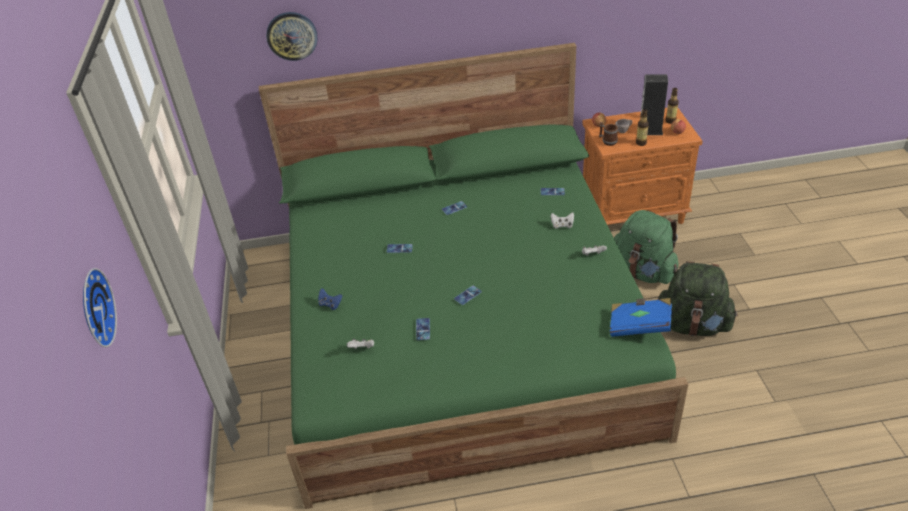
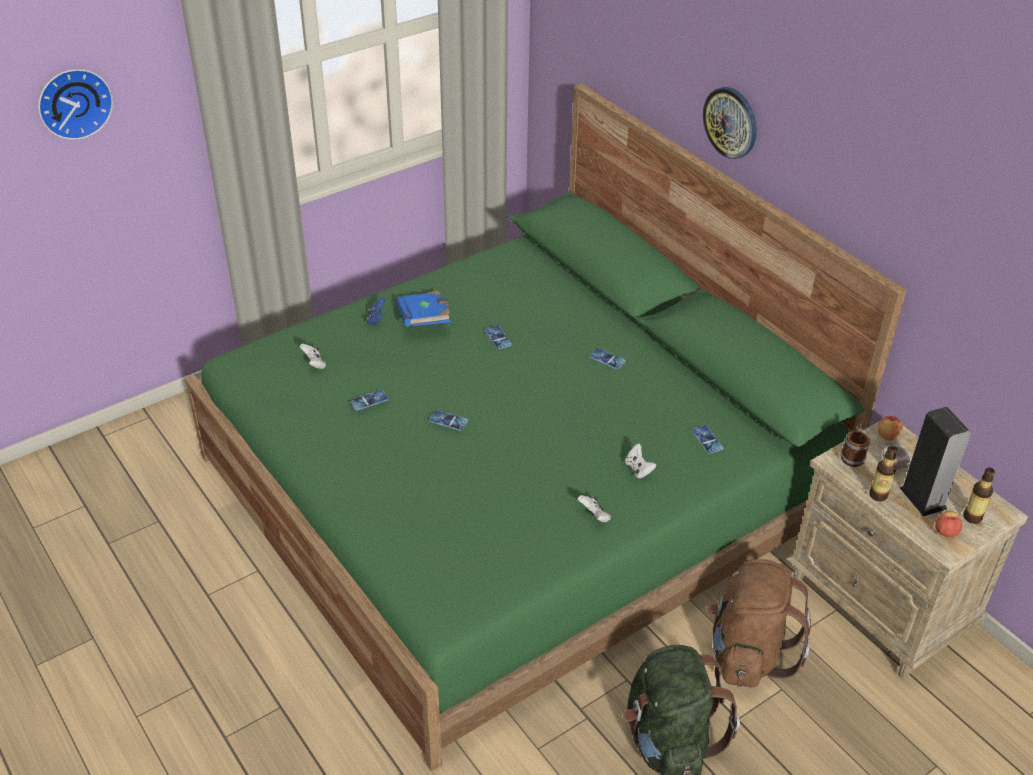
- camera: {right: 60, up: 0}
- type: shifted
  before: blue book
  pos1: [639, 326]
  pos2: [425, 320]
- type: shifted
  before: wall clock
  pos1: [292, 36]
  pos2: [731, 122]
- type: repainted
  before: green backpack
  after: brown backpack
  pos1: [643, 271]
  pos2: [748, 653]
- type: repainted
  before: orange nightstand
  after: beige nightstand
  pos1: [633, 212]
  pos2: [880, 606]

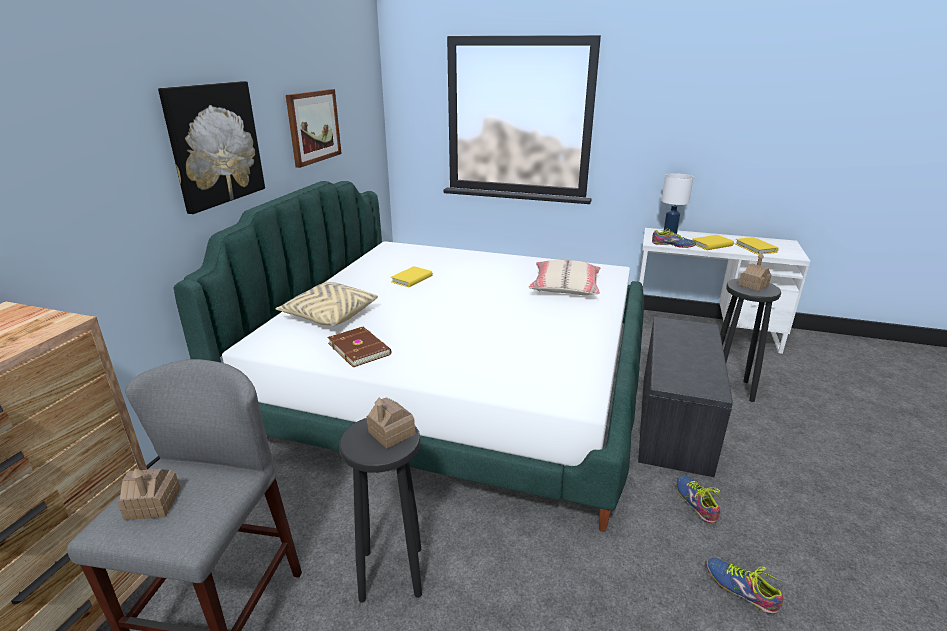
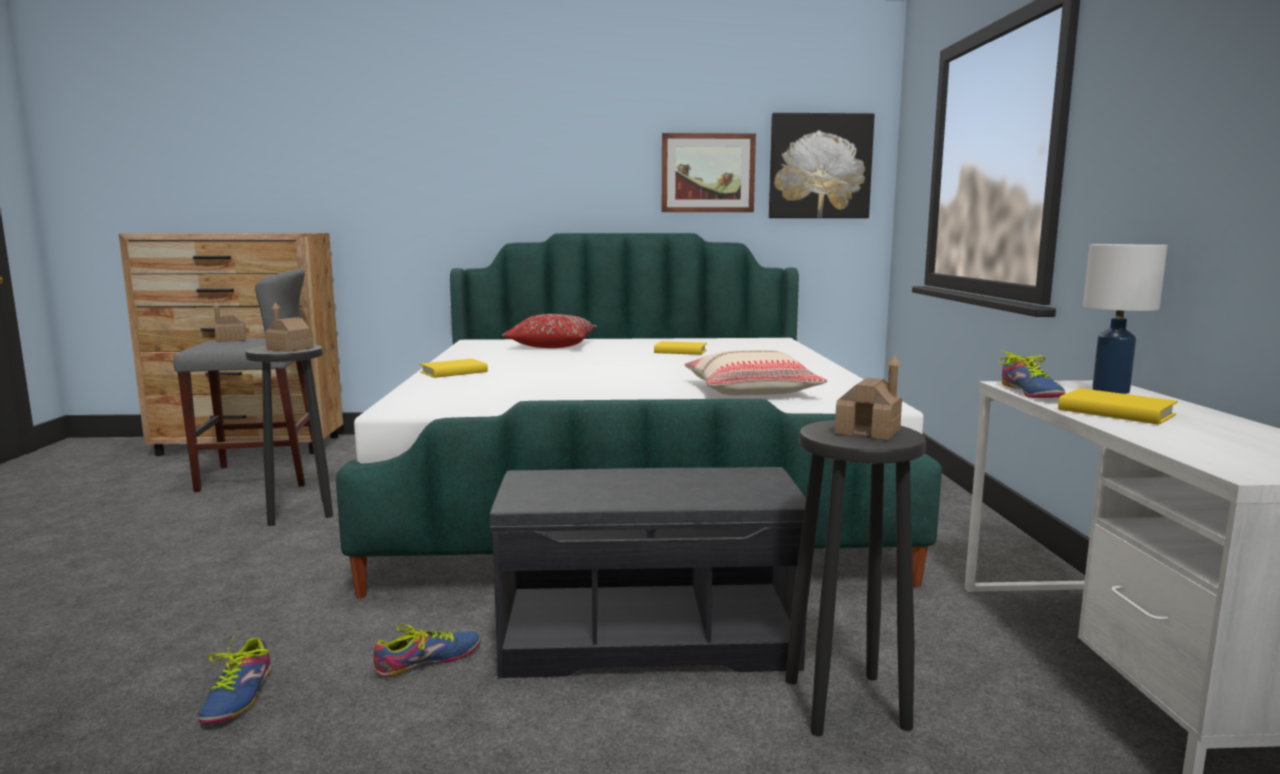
- camera: {right: 70, up: -15}
- type: rotated
  before: shoe
  pos1: [741, 589]
  pos2: [238, 696]
  turn: 150
- type: shifted
  before: yellow book
  pos1: [755, 248]
  pos2: [454, 372]
- type: repainted
  before: beige pillow
  after: red pillow
  pos1: [329, 315]
  pos2: [552, 346]
- type: shifted
  before: picture
  pos1: [214, 144]
  pos2: [819, 166]
- type: gone
  before: brown book
  pos1: [360, 348]

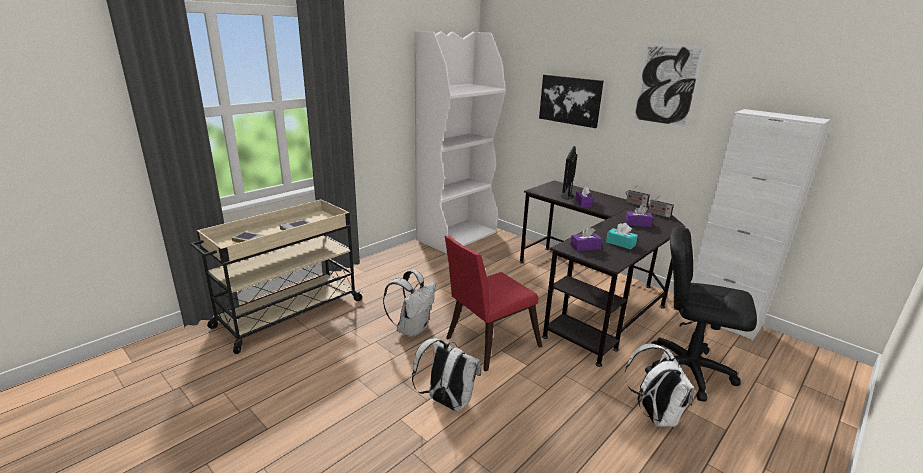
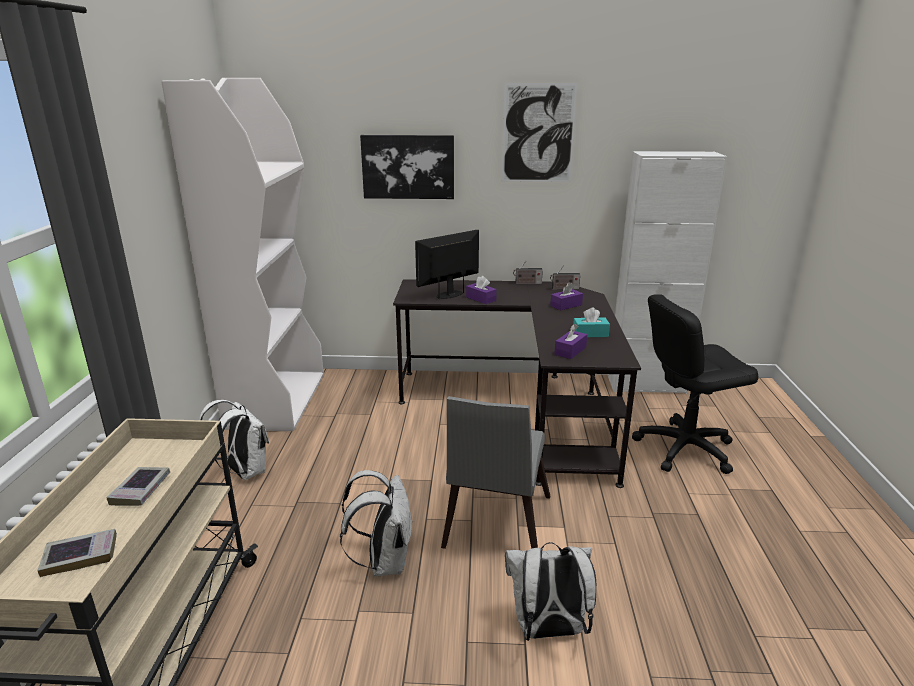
- camera: {right: -40, up: 0}
- type: shifted
  before: white backpack
  pos1: [654, 415]
  pos2: [244, 472]
- type: rotated
  before: monitor
  pos1: [567, 195]
  pos2: [449, 294]
  turn: 75
- type: repainted
  before: red chair
  after: grey chair
  pos1: [487, 343]
  pos2: [494, 526]

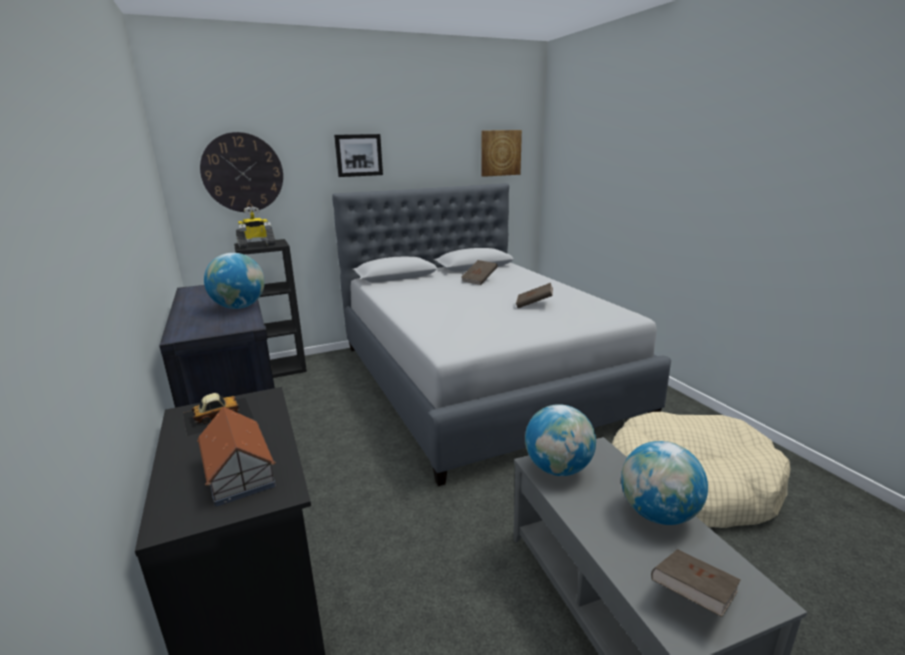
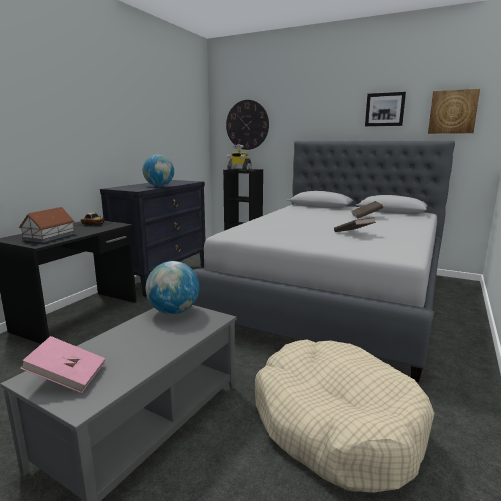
- camera: {right: 50, up: -5}
- type: repainted
  before: brown book
  after: pink book
  pos1: [692, 595]
  pos2: [67, 377]
- type: shifted
  before: picture
  pos1: [358, 155]
  pos2: [385, 109]
- type: gone
  before: globe
  pos1: [658, 514]

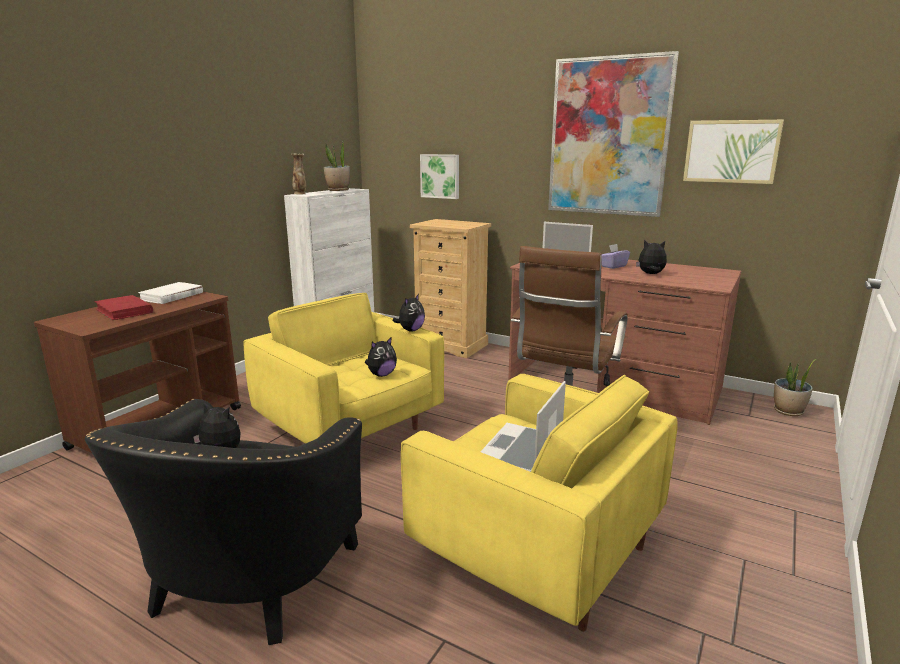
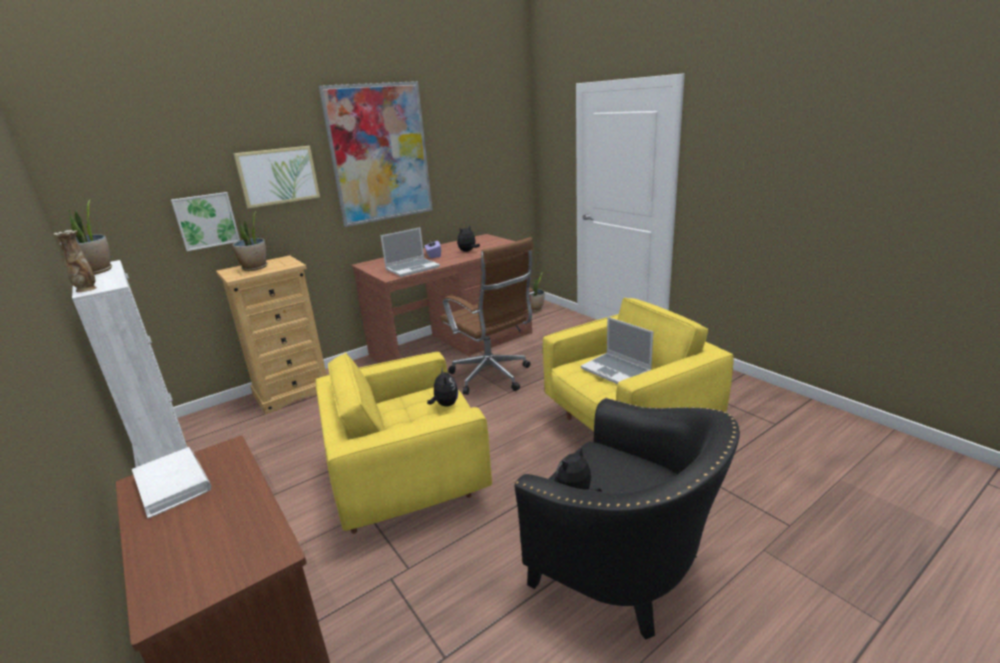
- camera: {right: -65, up: 5}
- type: new
  after: potted plant
  pos2: [255, 268]
- type: shifted
  before: picture
  pos1: [731, 151]
  pos2: [278, 176]
- type: gone
  before: red book
  pos1: [124, 311]
- type: gone
  before: plush toy
  pos1: [410, 330]

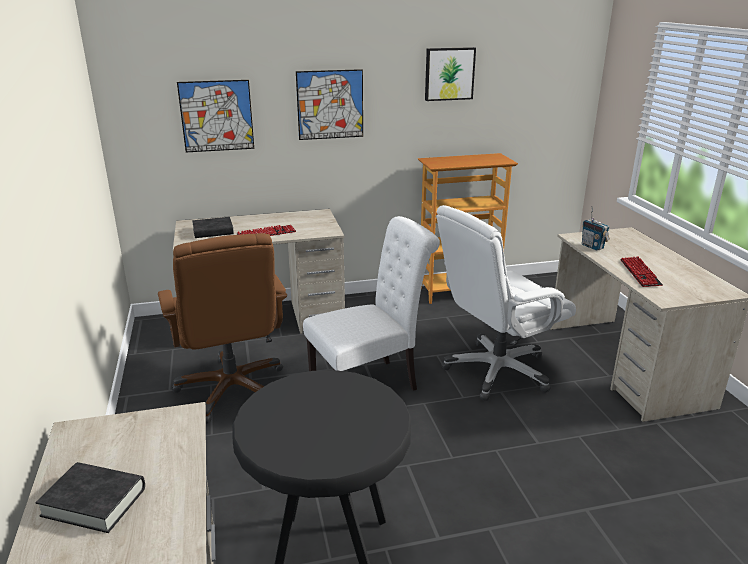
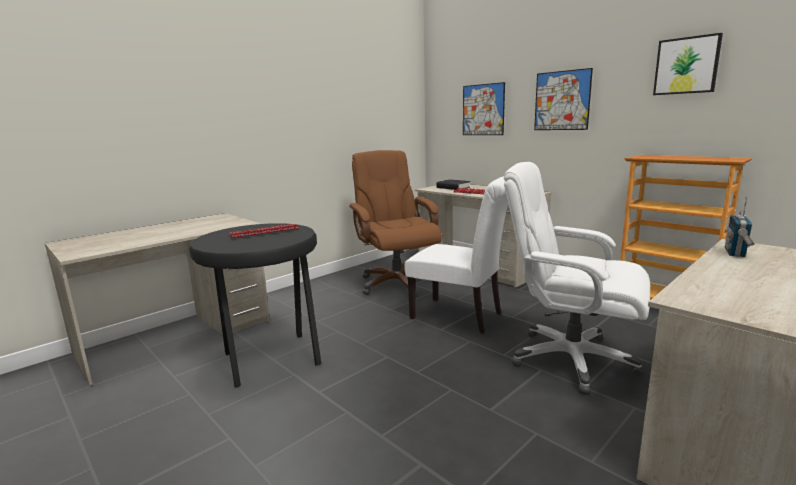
- camera: {right: 60, up: -10}
- type: shifted
  before: keyboard
  pos1: [640, 273]
  pos2: [264, 233]
- type: rotated
  before: brown office chair
  pos1: [232, 389]
  pos2: [396, 283]
  turn: 120
- type: gone
  before: black book
  pos1: [94, 502]

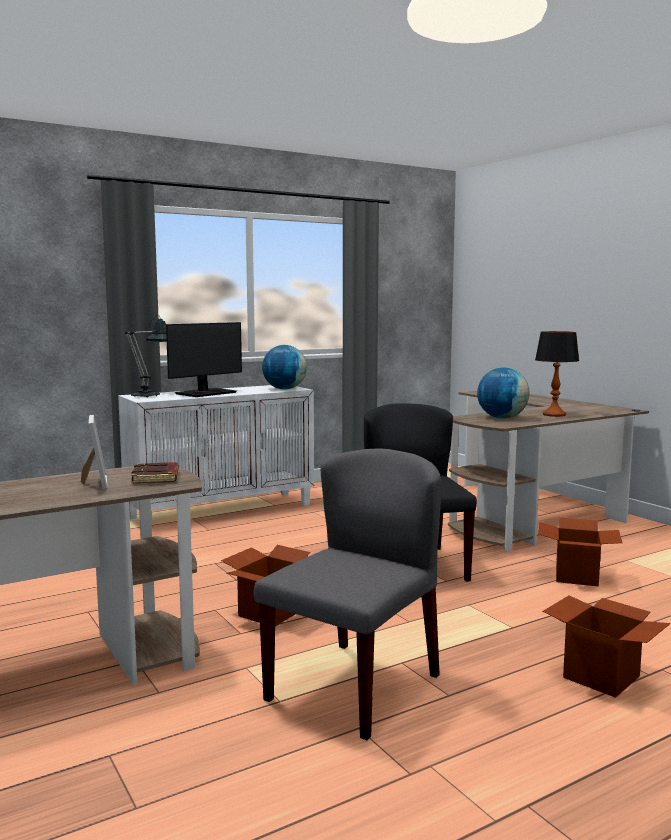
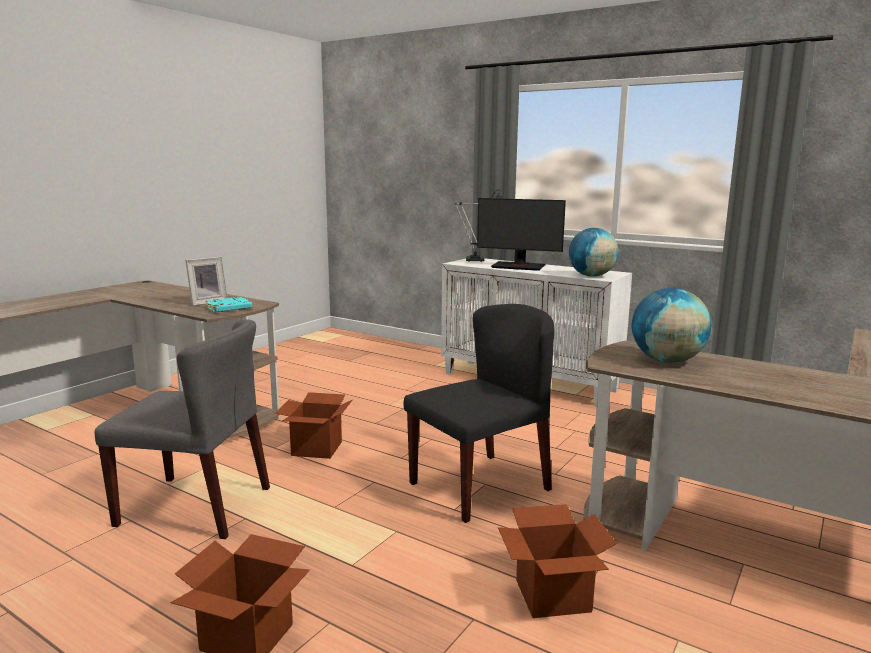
- camera: {right: 65, up: 5}
- type: repainted
  before: brown book
  after: turquoise book
  pos1: [156, 478]
  pos2: [228, 308]
- type: gone
  before: table lamp
  pos1: [554, 415]

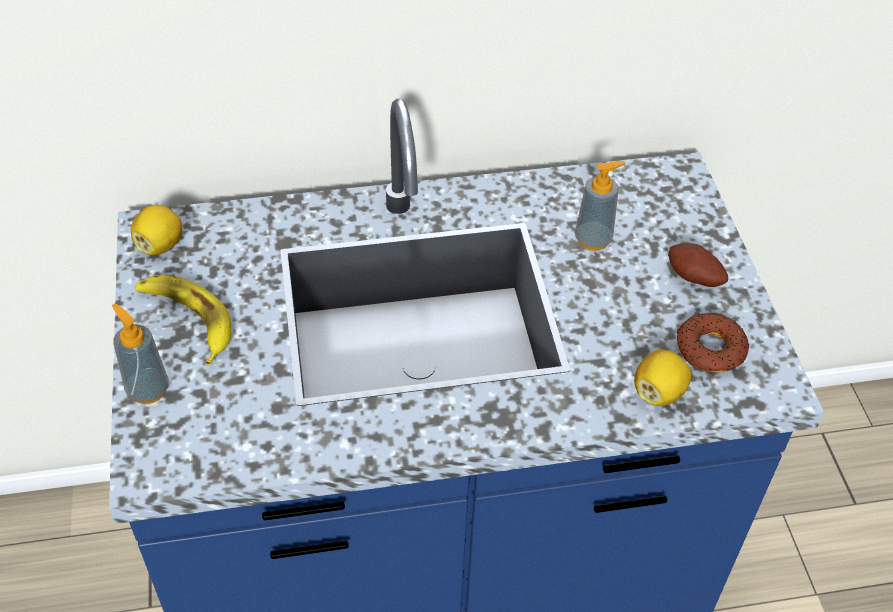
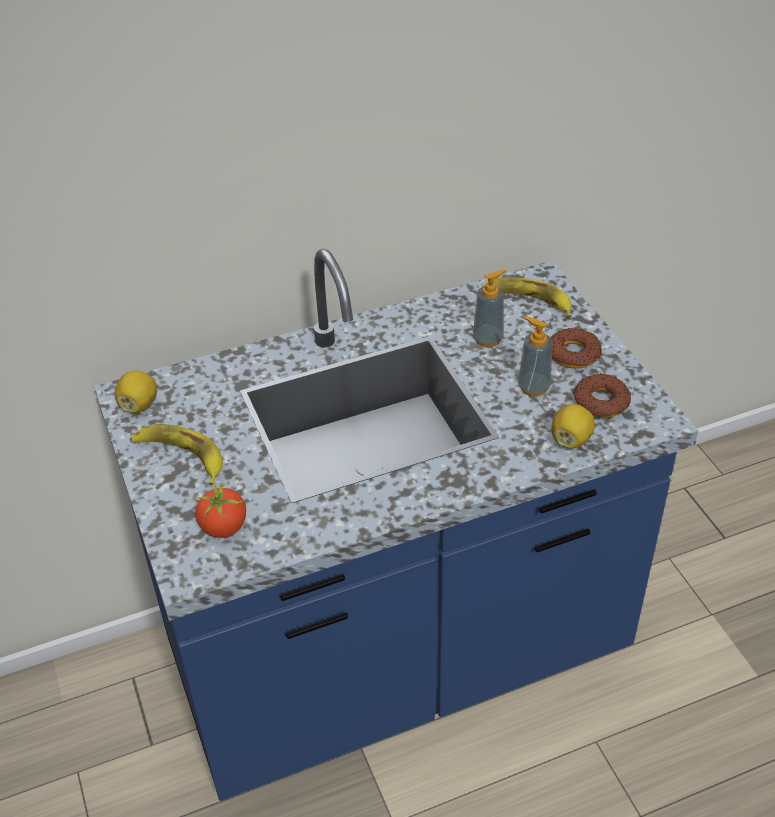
- camera: {right: -10, up: -5}
- type: new
  after: tomato
  pos2: [224, 527]
- type: new
  after: banana
  pos2: [526, 301]
- type: shifted
  before: soap dispenser
  pos1: [148, 390]
  pos2: [533, 387]
- type: swapped
  before: potato
  after: donut
  pos1: [693, 279]
  pos2: [573, 354]

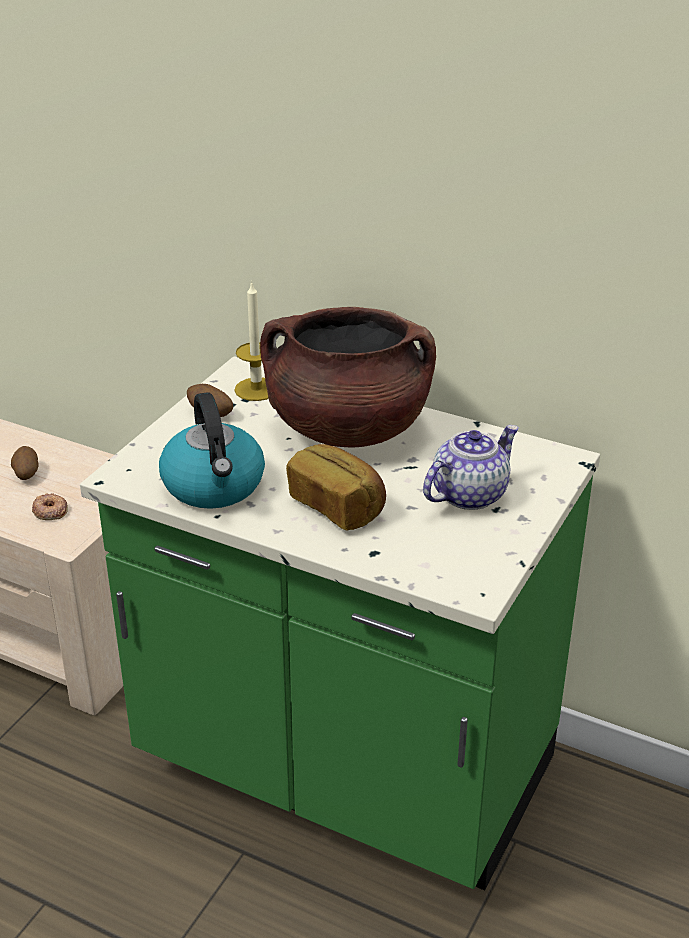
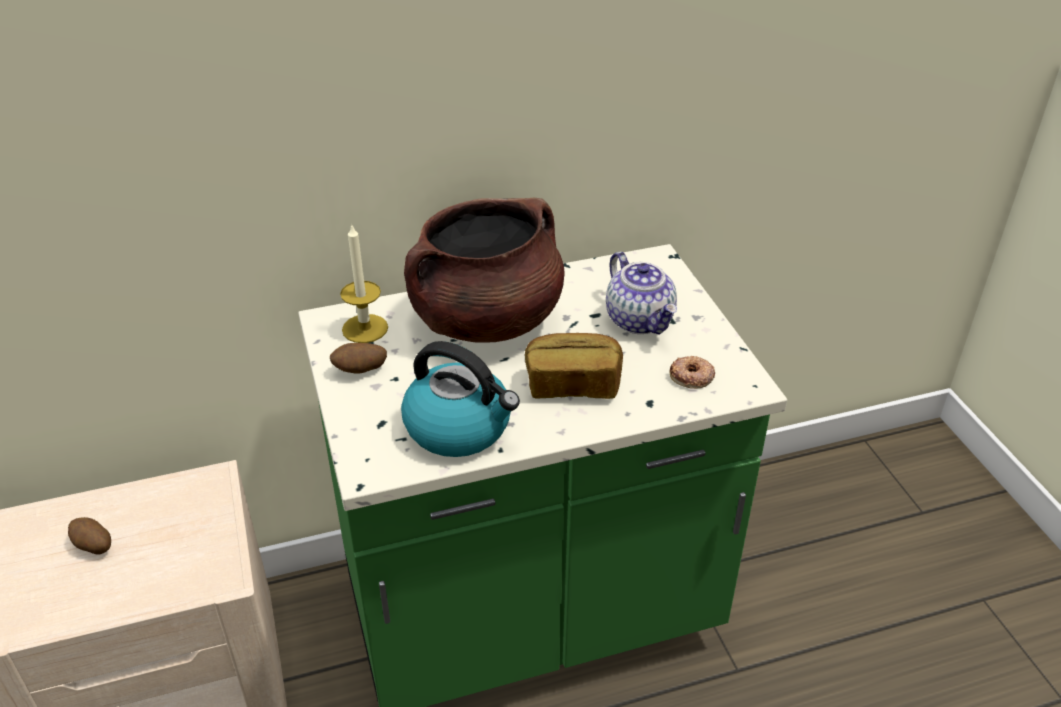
- camera: {right: -45, up: 5}
- type: rotated
  before: teapot
  pos1: [469, 494]
  pos2: [640, 320]
  turn: 150
- type: shifted
  before: donut
  pos1: [50, 511]
  pos2: [692, 376]

